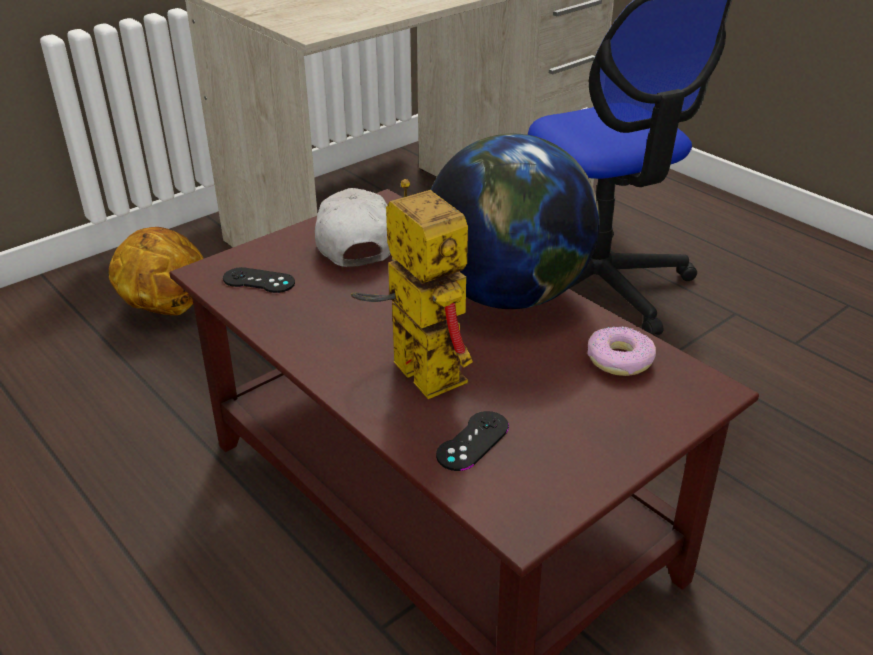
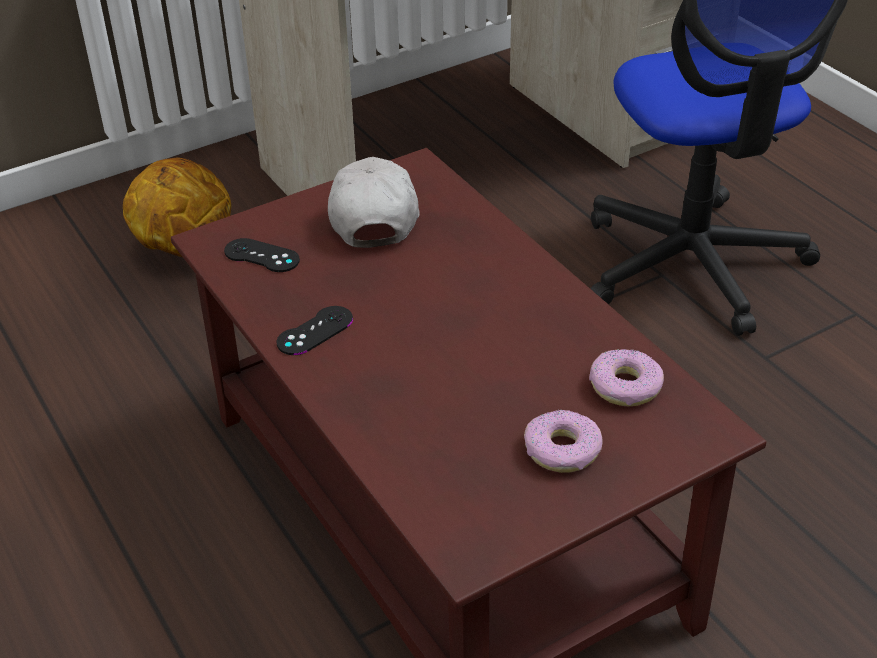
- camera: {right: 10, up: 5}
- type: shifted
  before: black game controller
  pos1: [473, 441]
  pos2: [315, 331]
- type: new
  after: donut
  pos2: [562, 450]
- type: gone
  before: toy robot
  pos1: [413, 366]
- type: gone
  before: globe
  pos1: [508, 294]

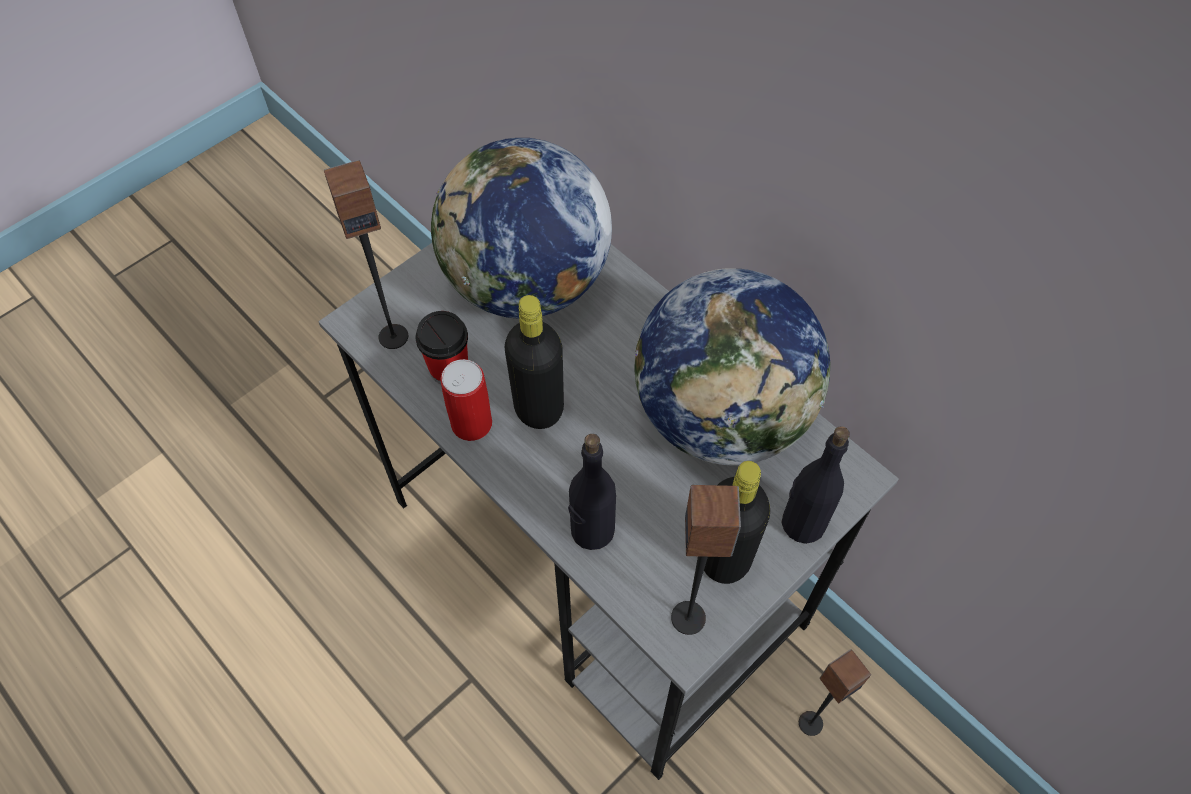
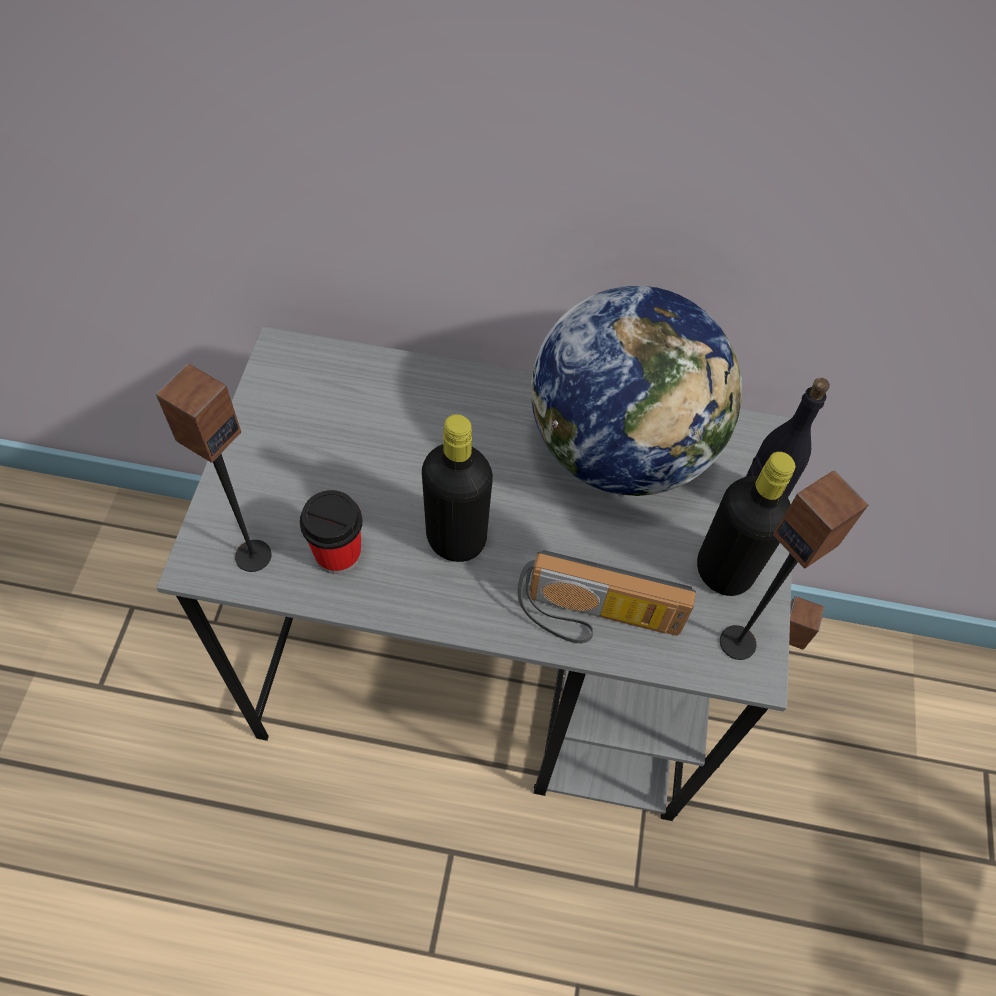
- camera: {right: -40, up: 0}
- type: swapped
  before: black bottle
  after: radio
  pos1: [592, 530]
  pos2: [596, 621]
- type: gone
  before: globe
  pos1: [526, 284]
- type: gone
  before: can
  pos1: [471, 423]

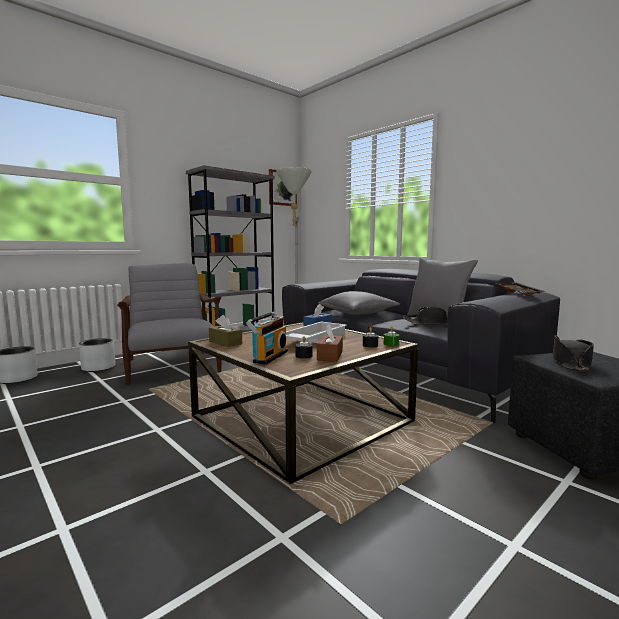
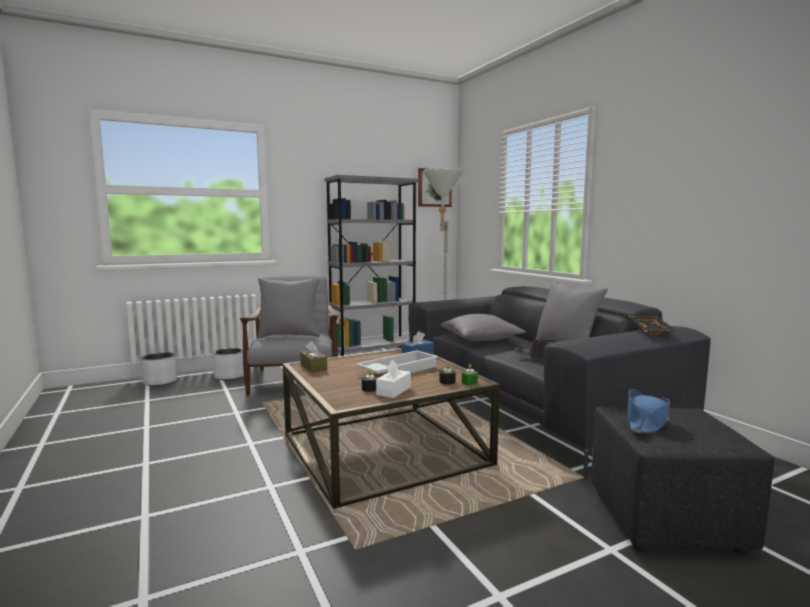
- camera: {right: 15, up: 0}
- type: new
  after: grey pillow
  pos2: [289, 335]
- type: repainted
  before: brown tissue box
  after: white tissue box
  pos1: [330, 356]
  pos2: [393, 391]
- type: repainted
  before: black hat
  after: blue hat
  pos1: [570, 362]
  pos2: [646, 422]
- type: gone
  before: radio
  pos1: [268, 357]

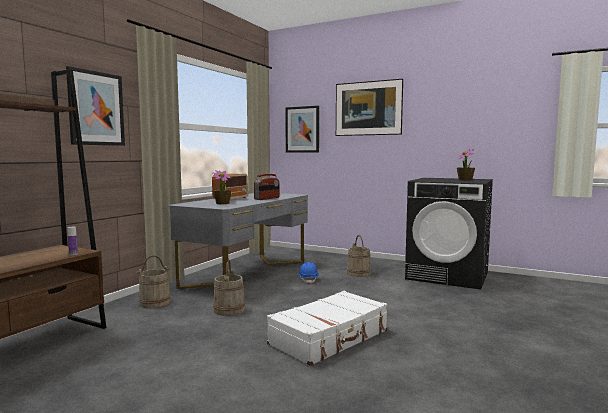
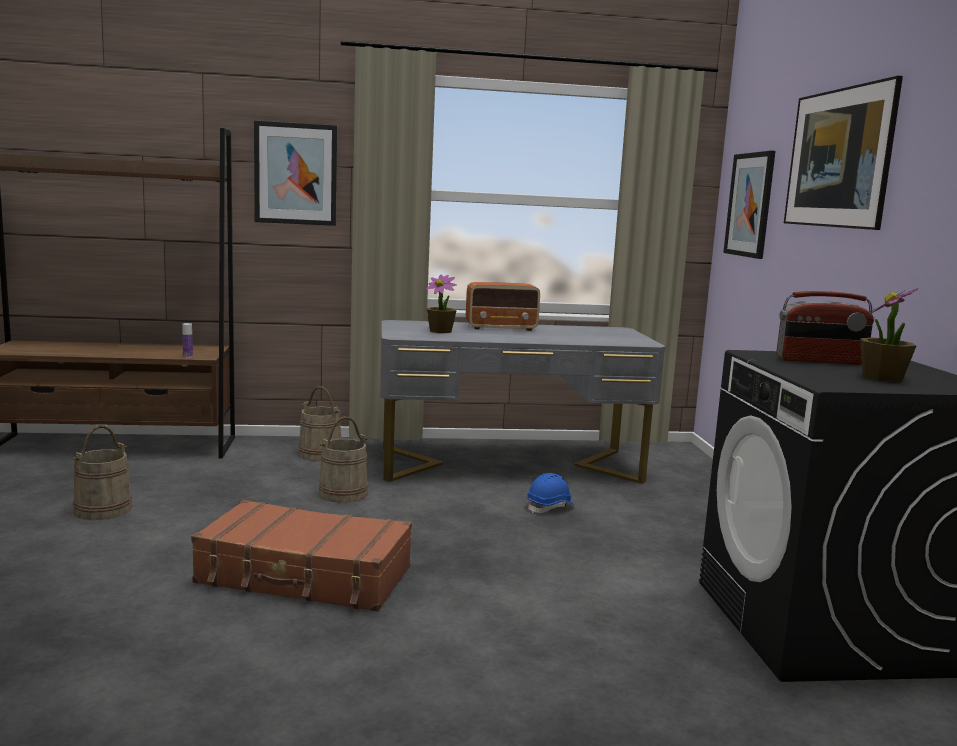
- camera: {right: 55, up: 5}
- type: shifted
  before: beige bucket
  pos1: [358, 273]
  pos2: [103, 509]
- type: repainted
  before: white suitcase
  after: brown suitcase
  pos1: [330, 338]
  pos2: [305, 576]
- type: shifted
  before: radio
  pos1: [267, 198]
  pos2: [820, 361]

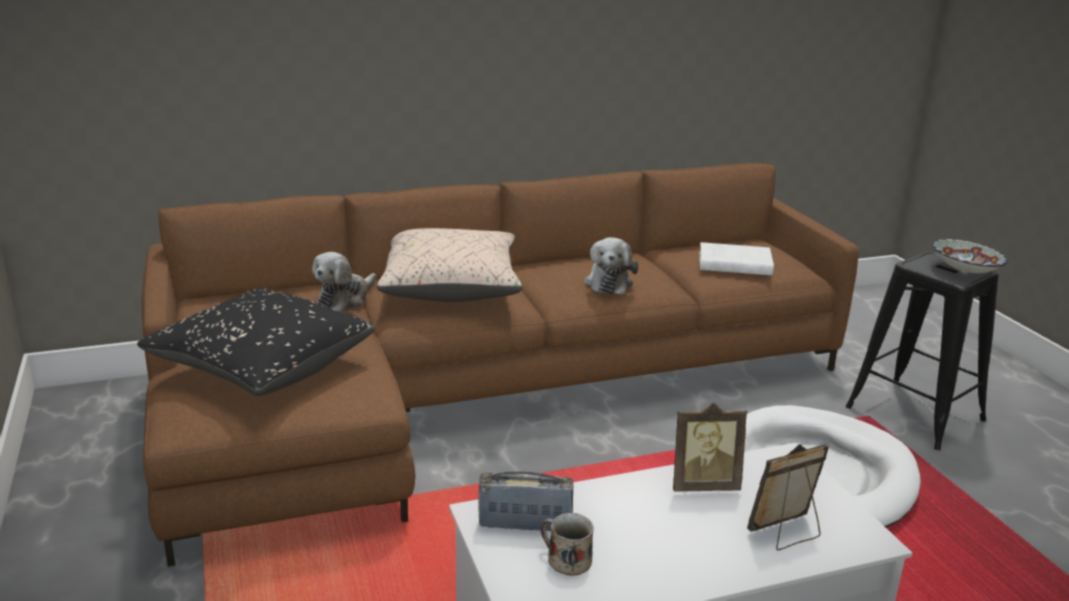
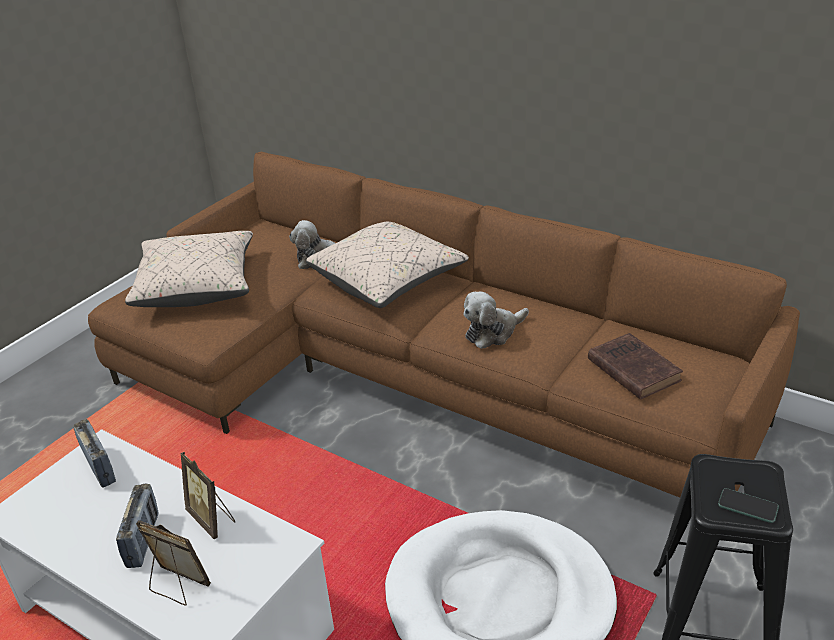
- camera: {right: 55, up: 10}
- type: new
  after: radio
  pos2: [143, 540]
- type: repainted
  before: black pillow
  after: beige pillow
  pos1: [262, 366]
  pos2: [197, 286]
- type: repainted
  before: white book
  after: brown book
  pos1: [732, 264]
  pos2: [632, 369]
- type: swapped
  before: bowl
  after: phone
  pos1: [964, 272]
  pos2: [747, 506]
- type: gone
  before: mug
  pos1: [567, 559]

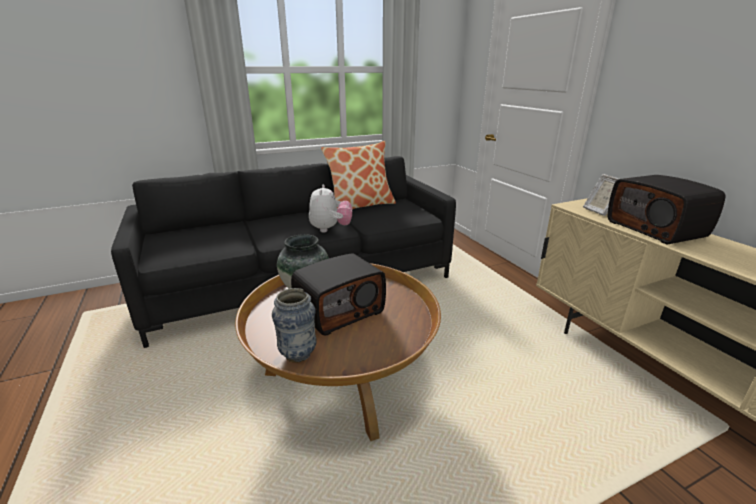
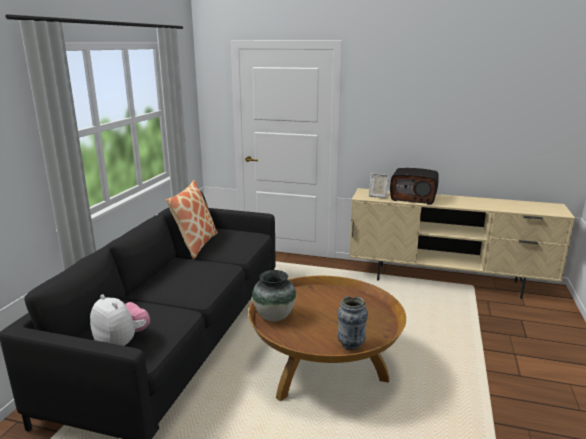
- camera: {right: -50, up: -5}
- type: shifted
  before: plush toy
  pos1: [330, 229]
  pos2: [122, 343]
- type: gone
  before: radio
  pos1: [340, 311]

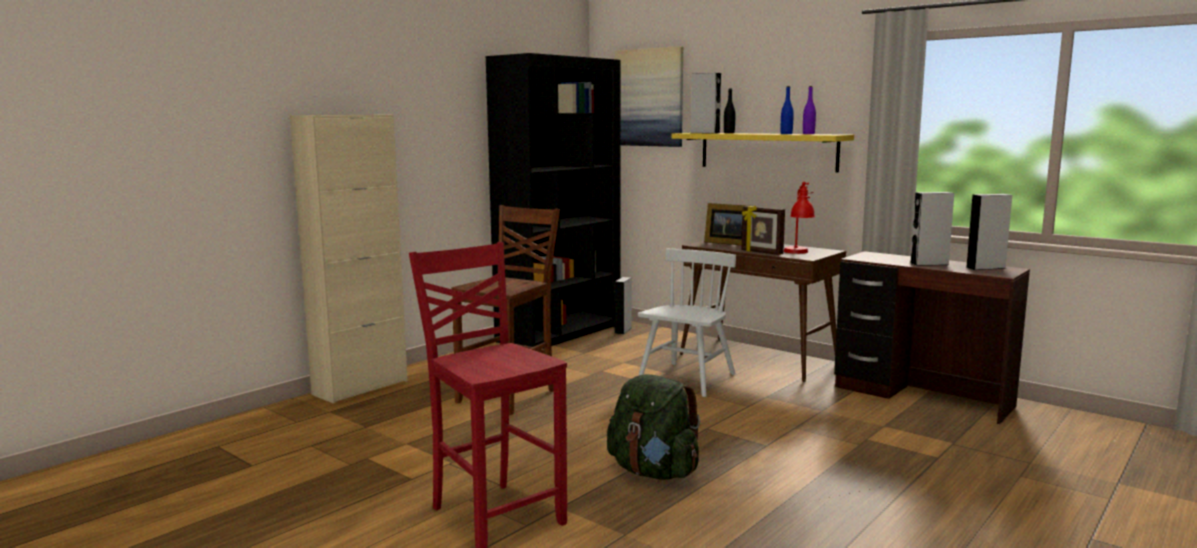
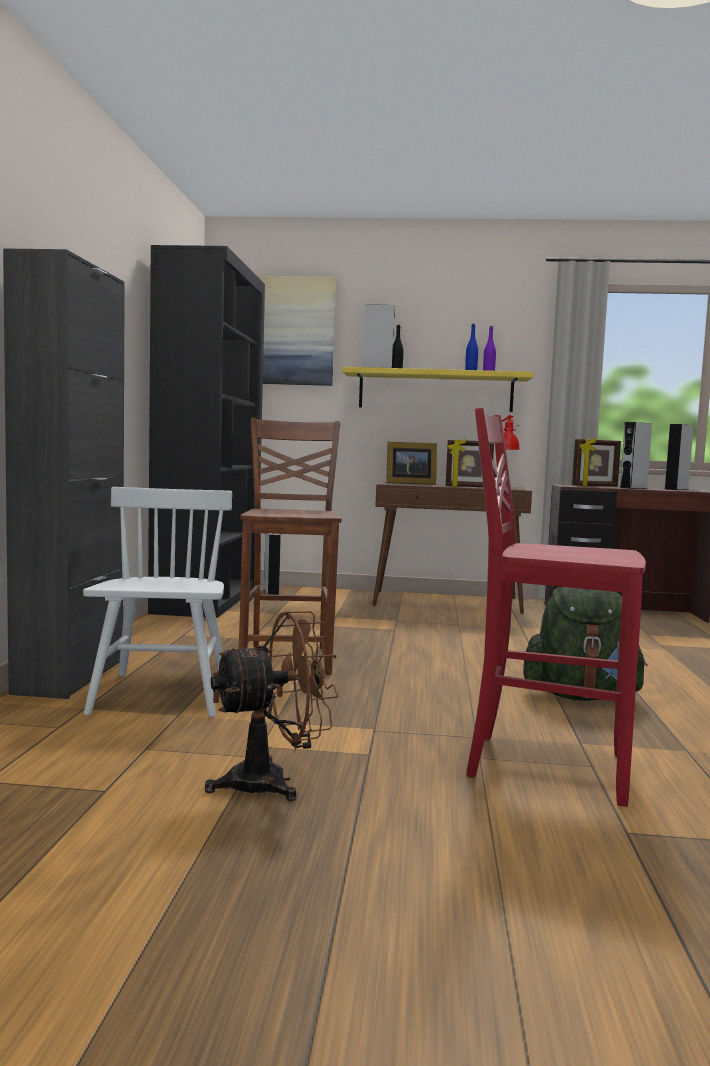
- camera: {right: -35, up: -5}
- type: repainted
  before: beige cabinet
  after: black cabinet
  pos1: [360, 387]
  pos2: [70, 677]
- type: shifted
  before: white chair
  pos1: [687, 379]
  pos2: [162, 695]
- type: new
  after: brown fan
  pos2: [273, 782]
- type: new
  after: picture frame
  pos2: [595, 486]

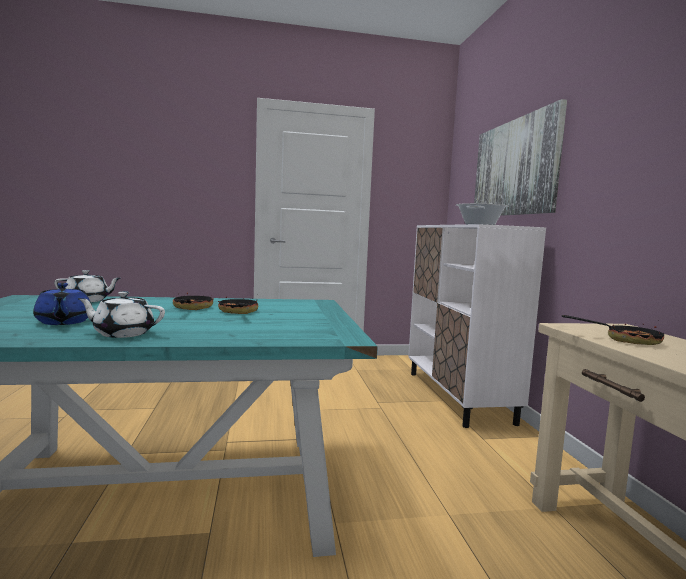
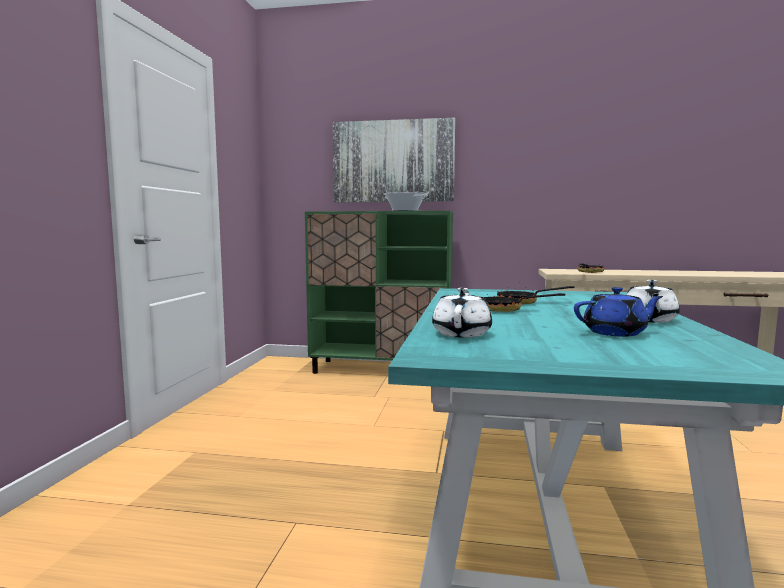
- camera: {right: -70, up: 0}
- type: repainted
  before: white cabinet
  after: green cabinet
  pos1: [458, 396]
  pos2: [382, 370]

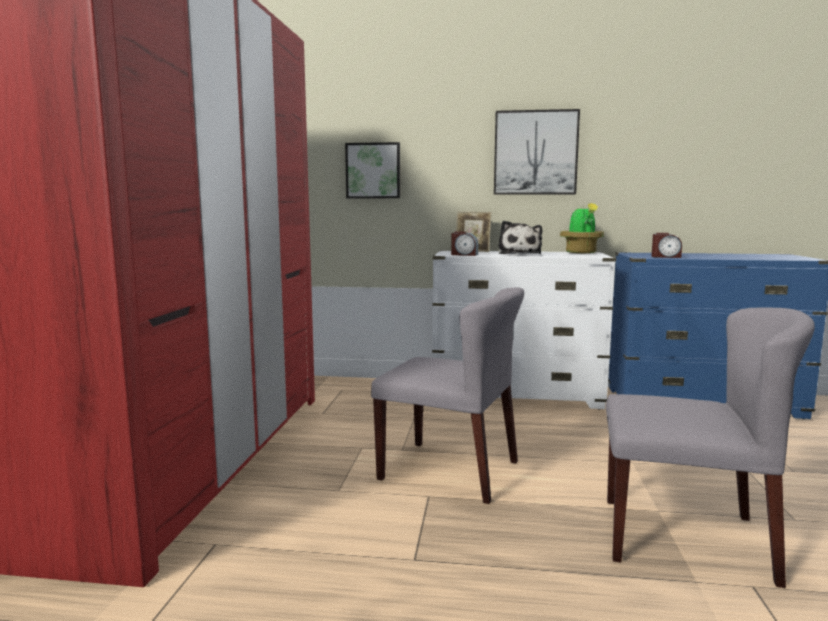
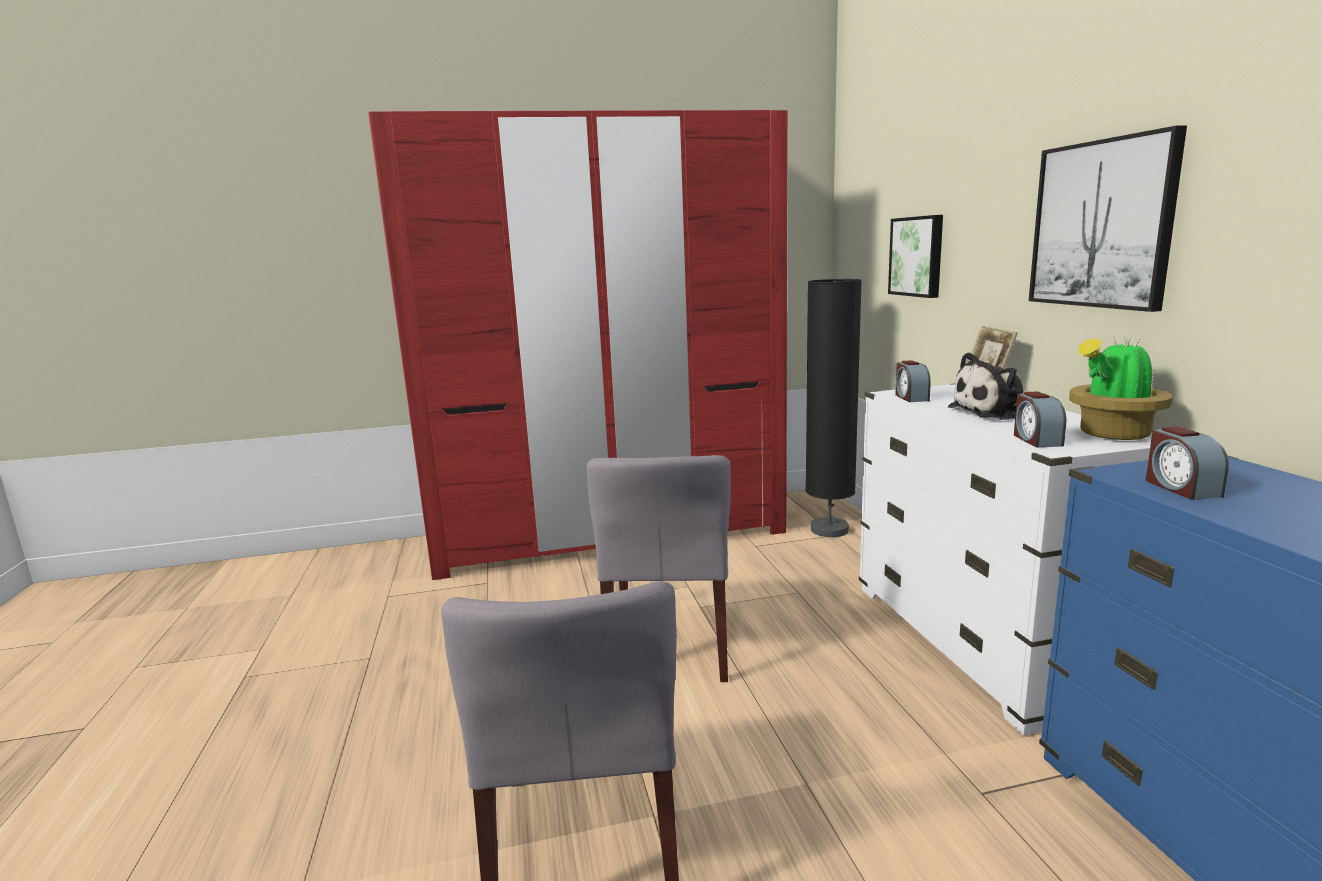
- camera: {right: 70, up: 5}
- type: new
  after: black floor lamp
  pos2: [829, 530]
- type: new
  after: alarm clock
  pos2: [1036, 440]

